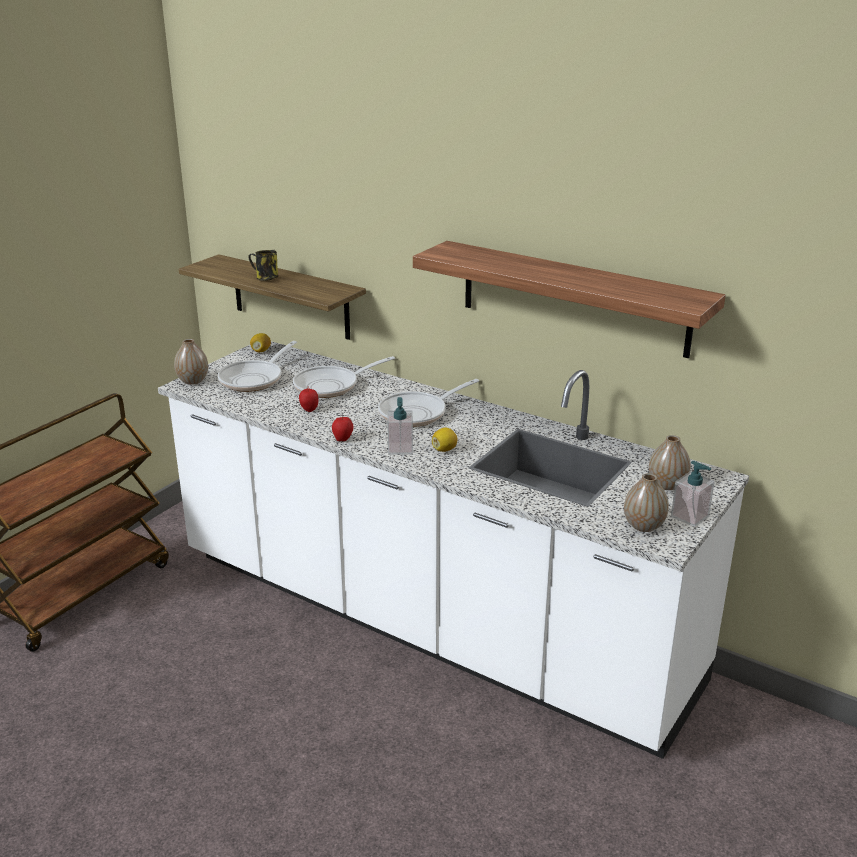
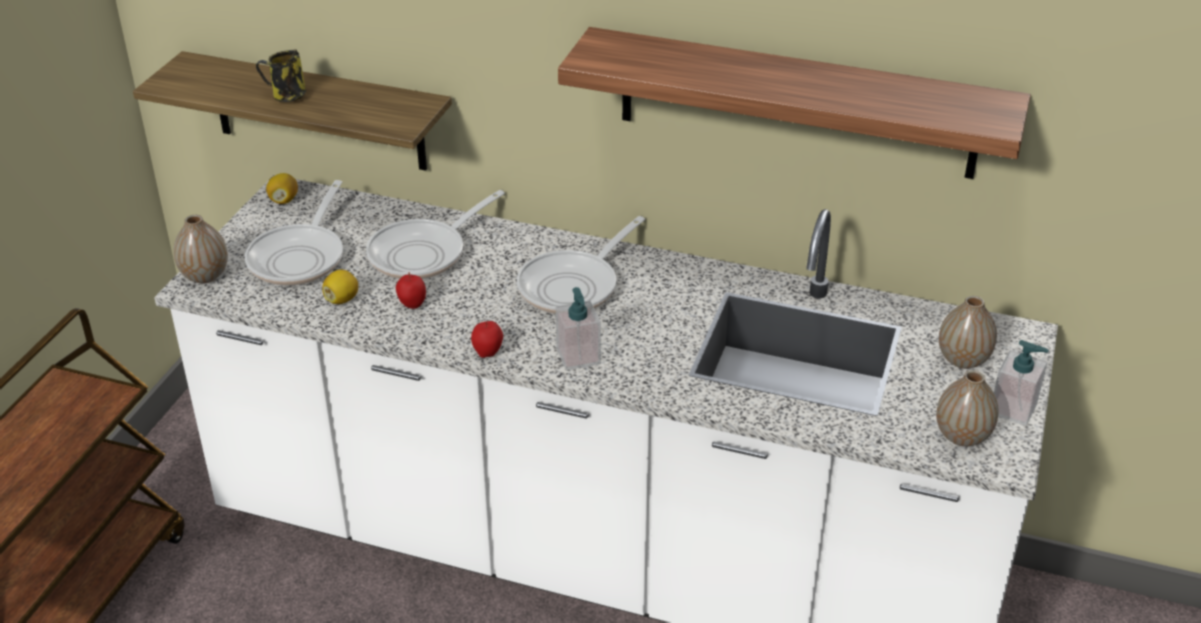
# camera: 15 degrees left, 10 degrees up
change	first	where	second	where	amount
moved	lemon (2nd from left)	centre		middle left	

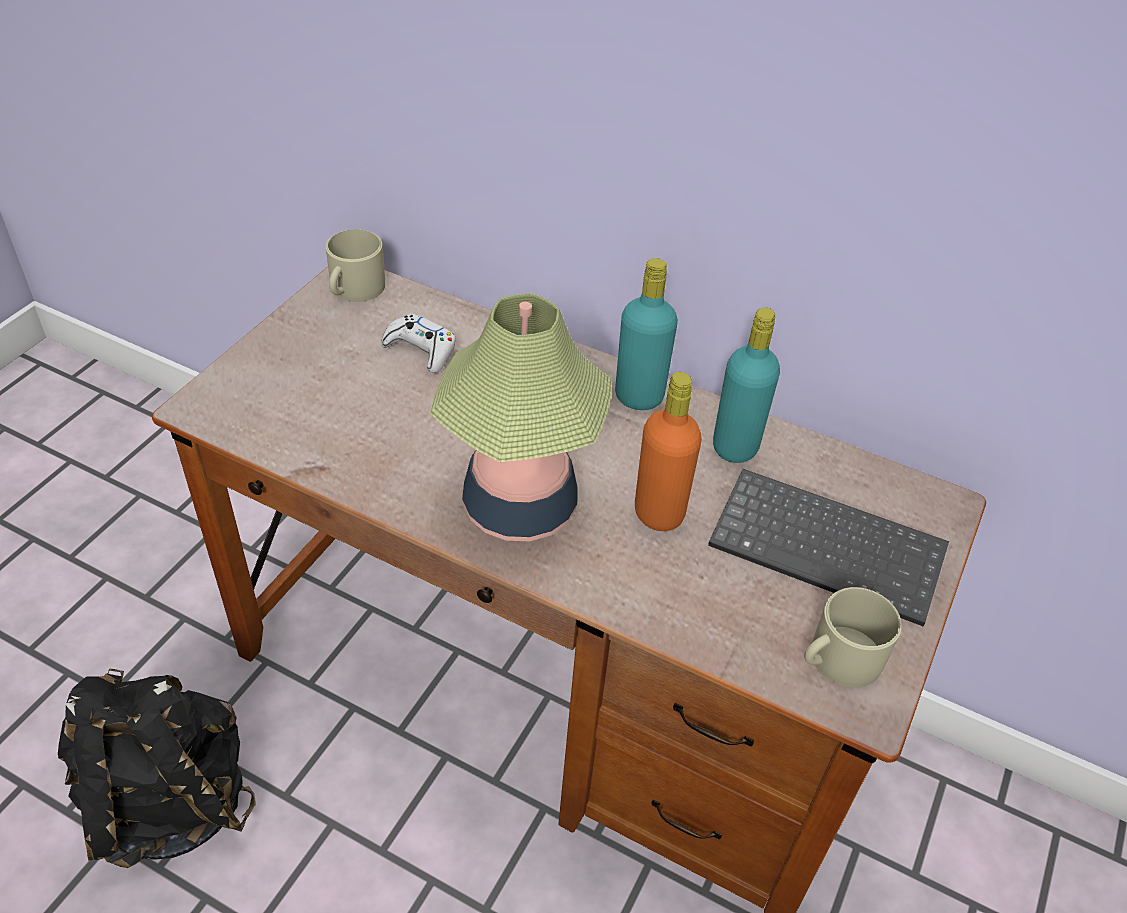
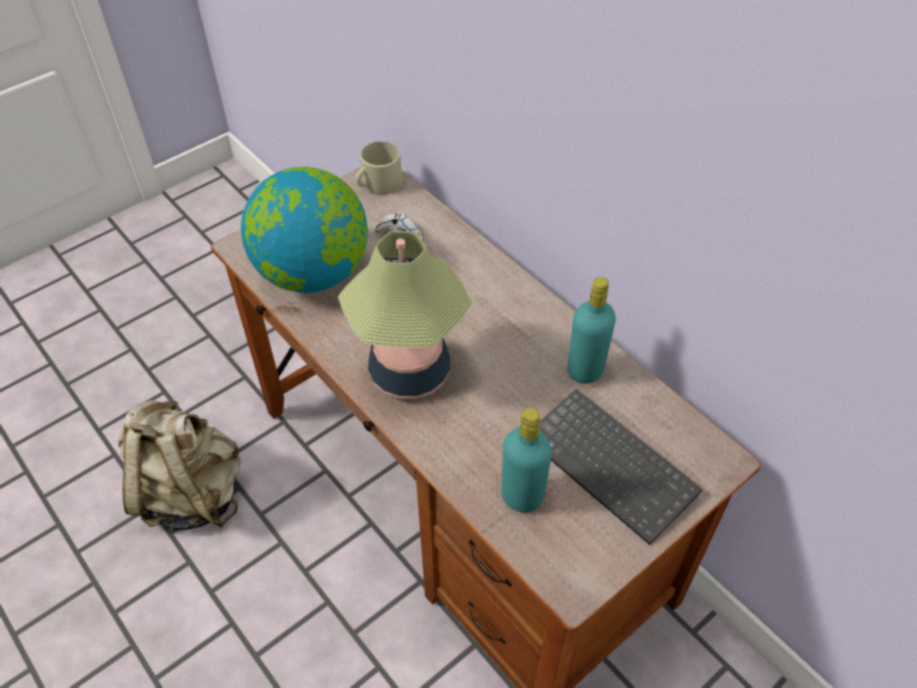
# camera: 25 degrees right, 5 degrees up
change	first	where	second	where	amount
removed	orange bottle	centre			
removed	beige mug (2nd from left)	bottom right			
added			globe	middle left	
moved	turquoise bottle (1st from left)	centre		bottom centre	
recoloured	black backpack	bottom left	beige backpack	bottom left	

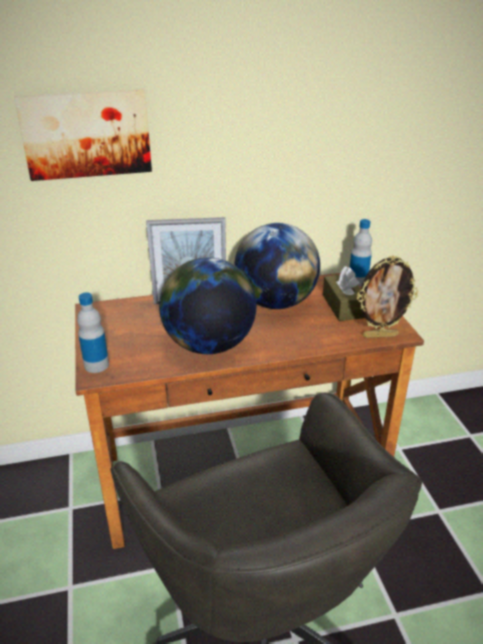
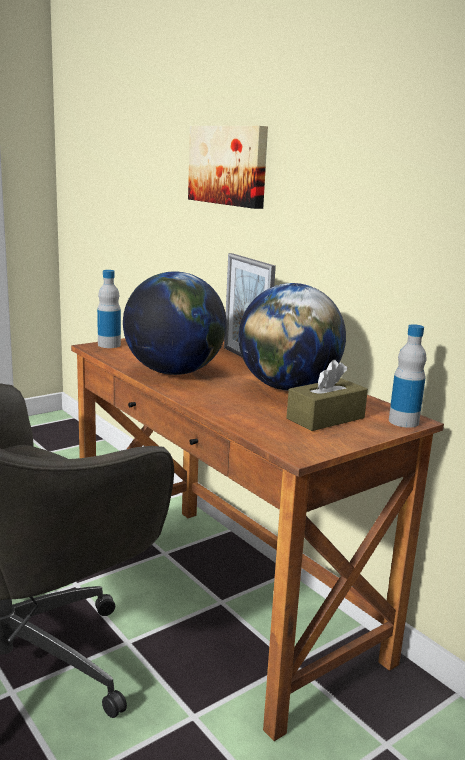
# camera: 65 degrees right, 15 degrees down
change	first	where	second	where	amount
removed	picture frame (2nd from left)	middle right			

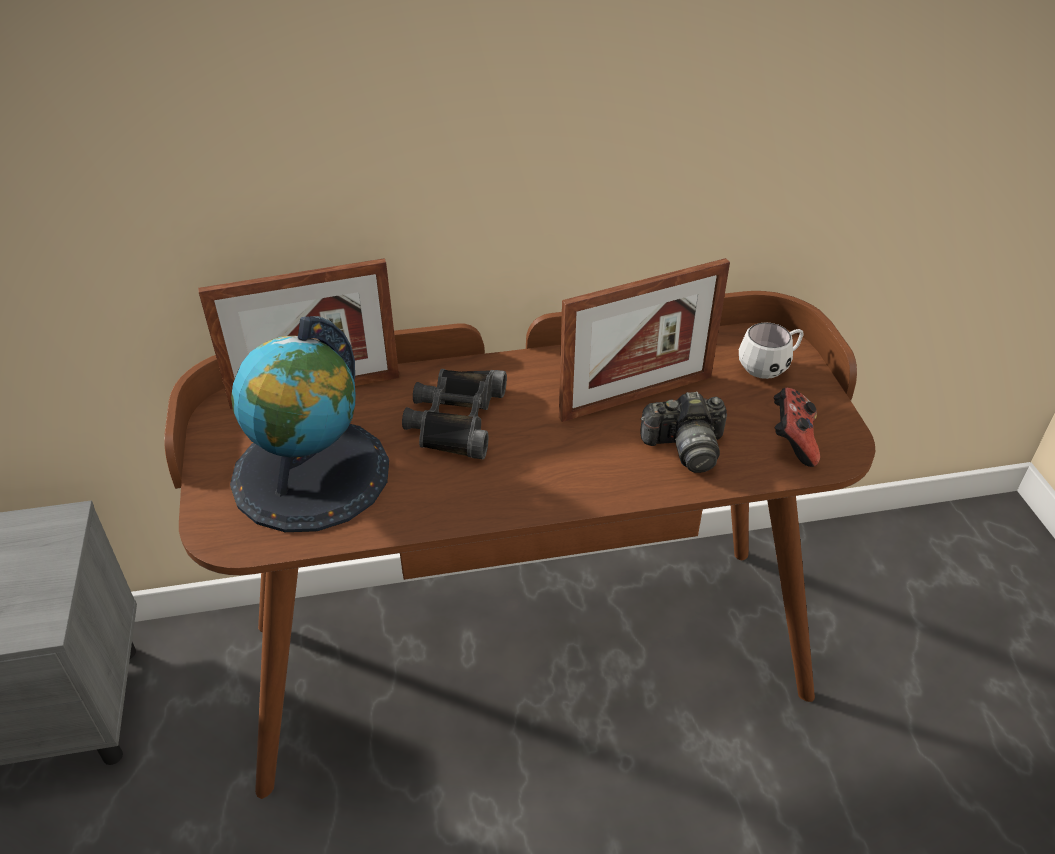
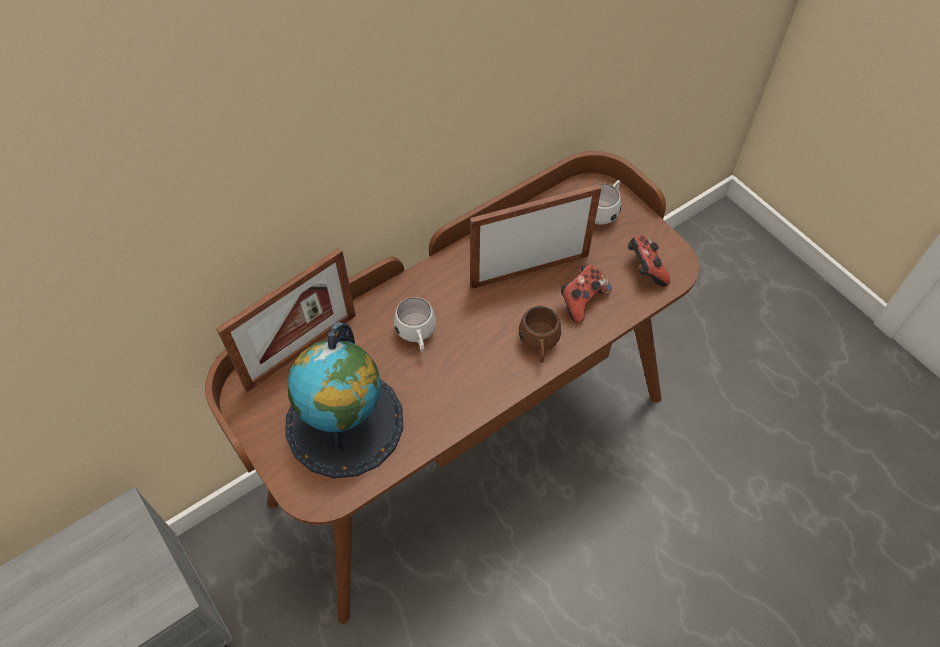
# camera: 25 degrees left, 15 degrees up
change	first	where	second	where	amount
added			brown mug	centre	
replaced	black binoculars	centre	white mug (1st from left)	centre	
replaced	photo camera	centre	game controller (1st from left)	centre	
turned	picture frame (2nd from left)	centre		centre	150 degrees counterclockwise

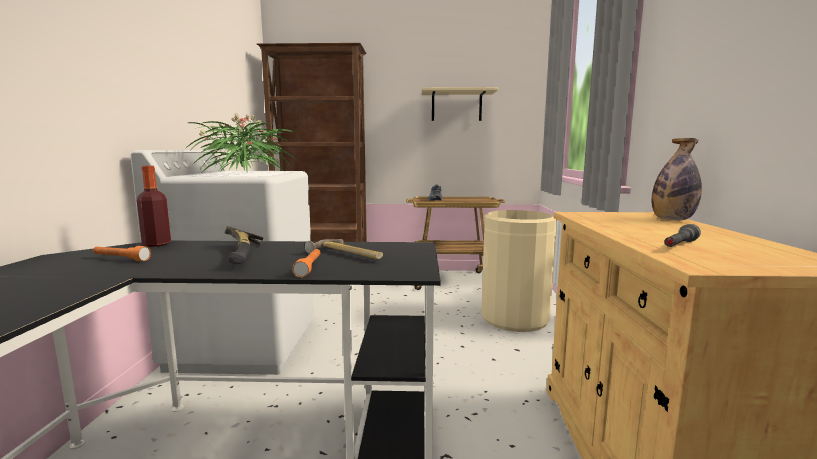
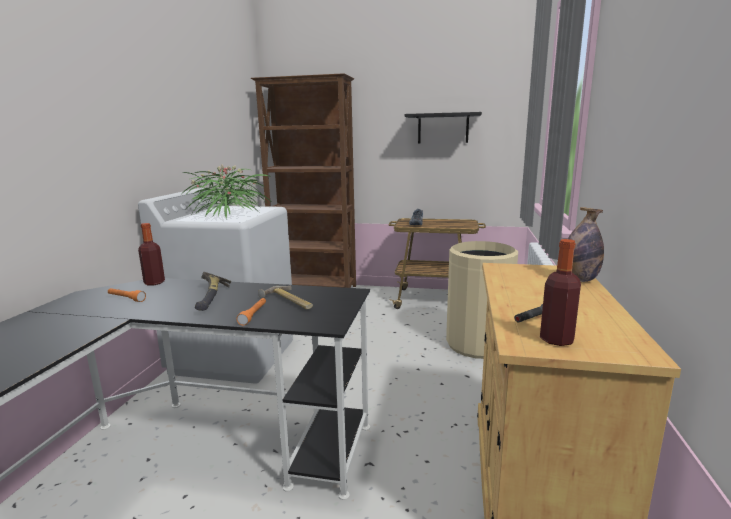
# camera: 10 degrees right, 5 degrees up
change	first	where	second	where	amount
added			bottle (2nd from left)	middle right	
recoloured	beige shelf	top centre	black shelf	top centre	

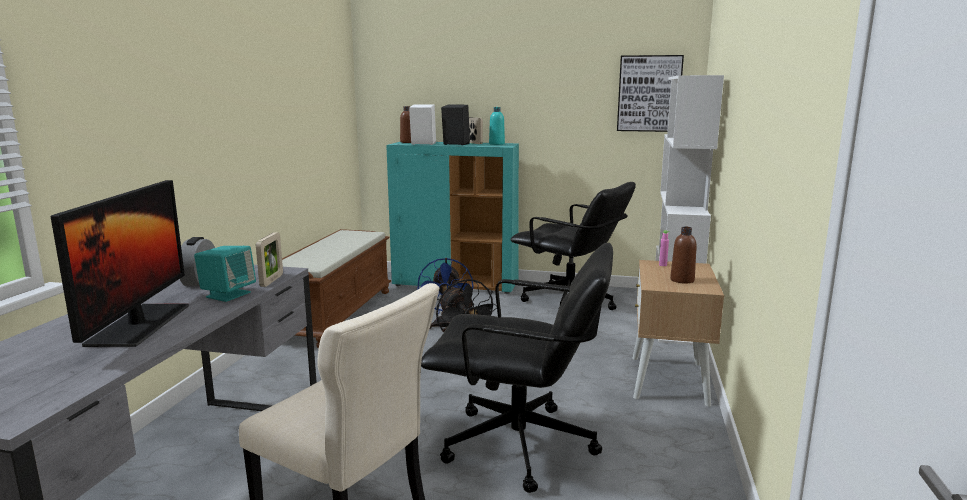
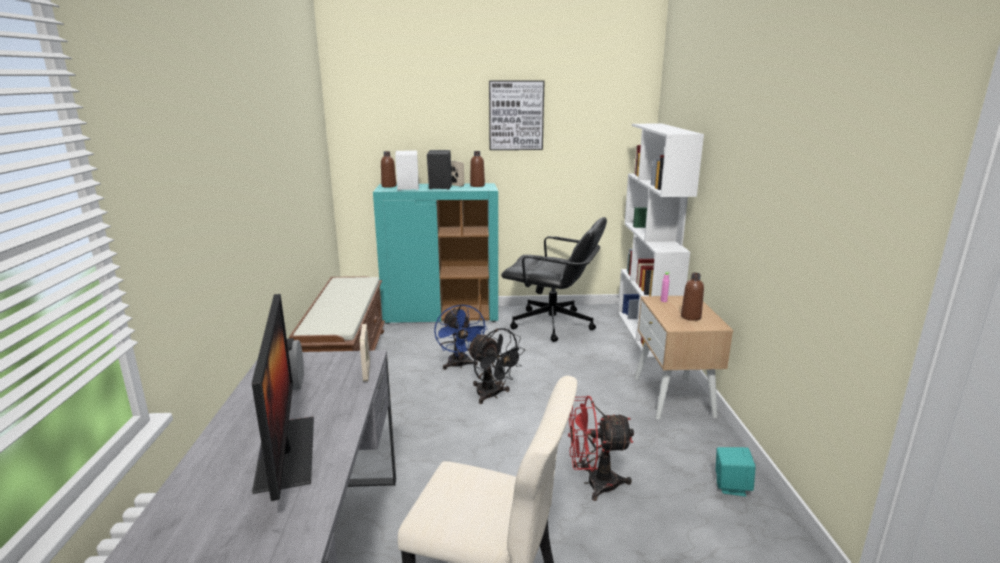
# camera: 15 degrees left, 5 degrees up
change	first	where	second	where	amount
moved	turquoise speaker	middle left		bottom right	
moved	picture	top right		top centre	
replaced	black office chair (1st from left)	bottom centre	red fan	bottom centre	
recoloured	turquoise bottle	top centre	brown bottle (2nd from left)	top centre	

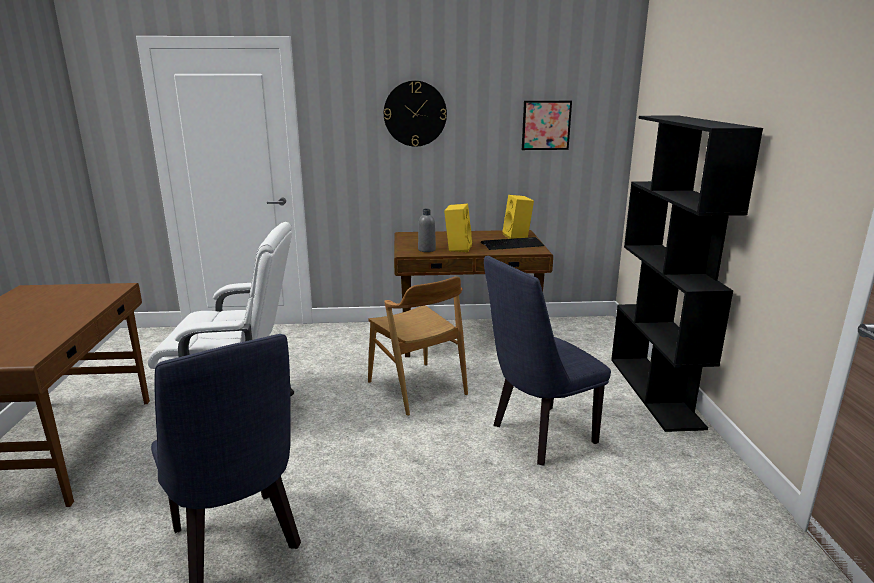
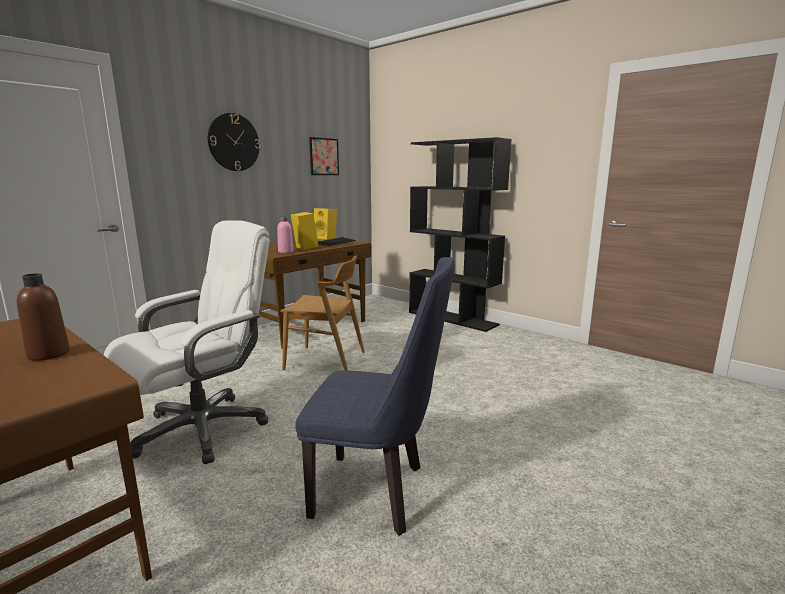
# camera: 45 degrees left, 5 degrees down
change	first	where	second	where	amount
removed	blue chair (2nd from left)	centre			
added			brown bottle	middle left	
recoloured	grey bottle	centre	pink bottle	centre	

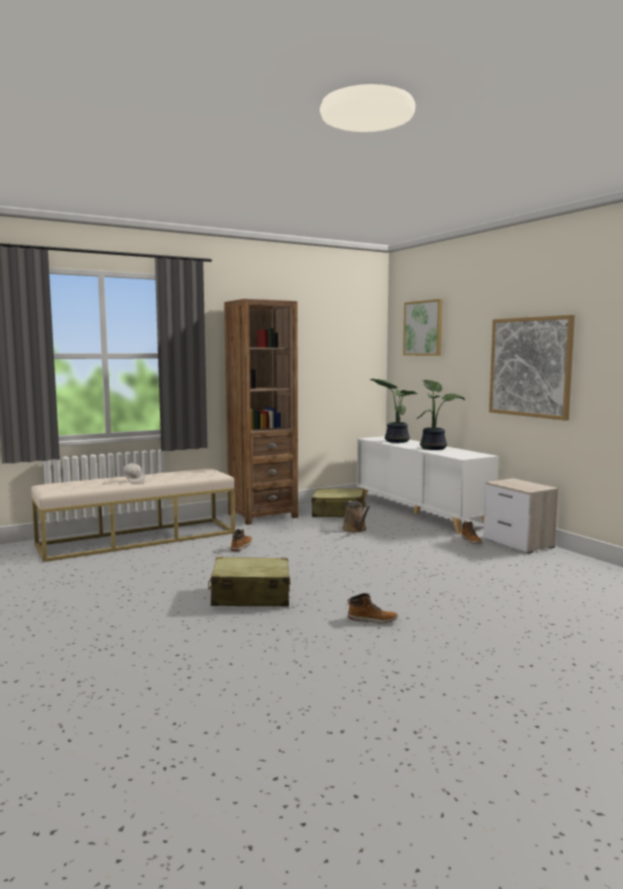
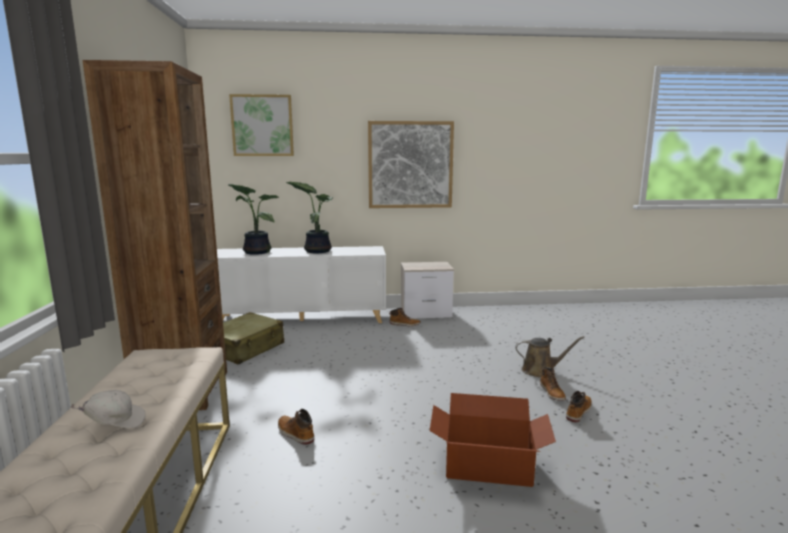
# camera: 65 degrees left, 5 degrees up
change	first	where	second	where	amount
added			boot (3rd from left)	bottom right	
moved	brown watering can	centre		bottom right	
replaced	beige suitcase (1st from left)	centre	cardboard box	bottom centre	

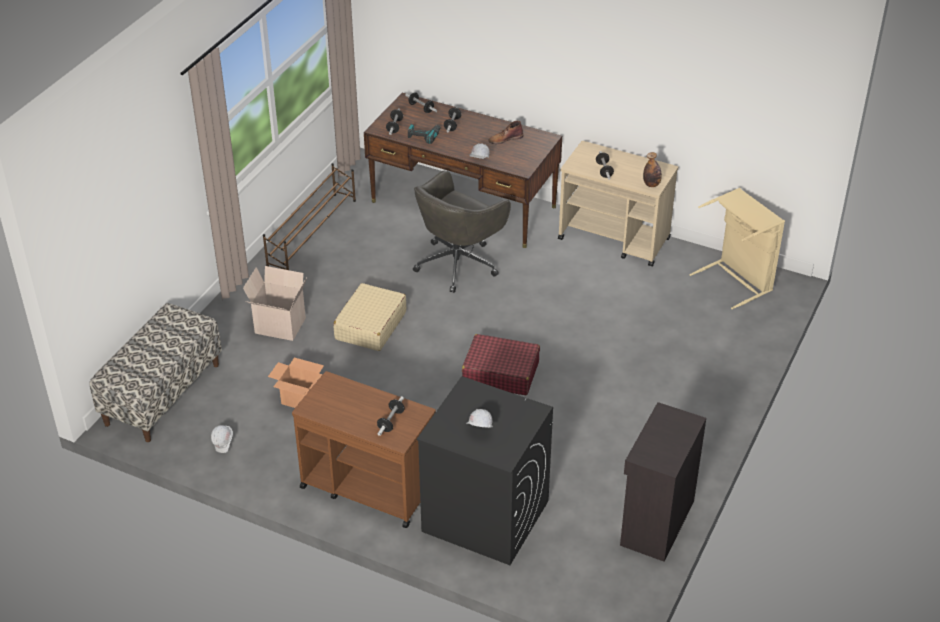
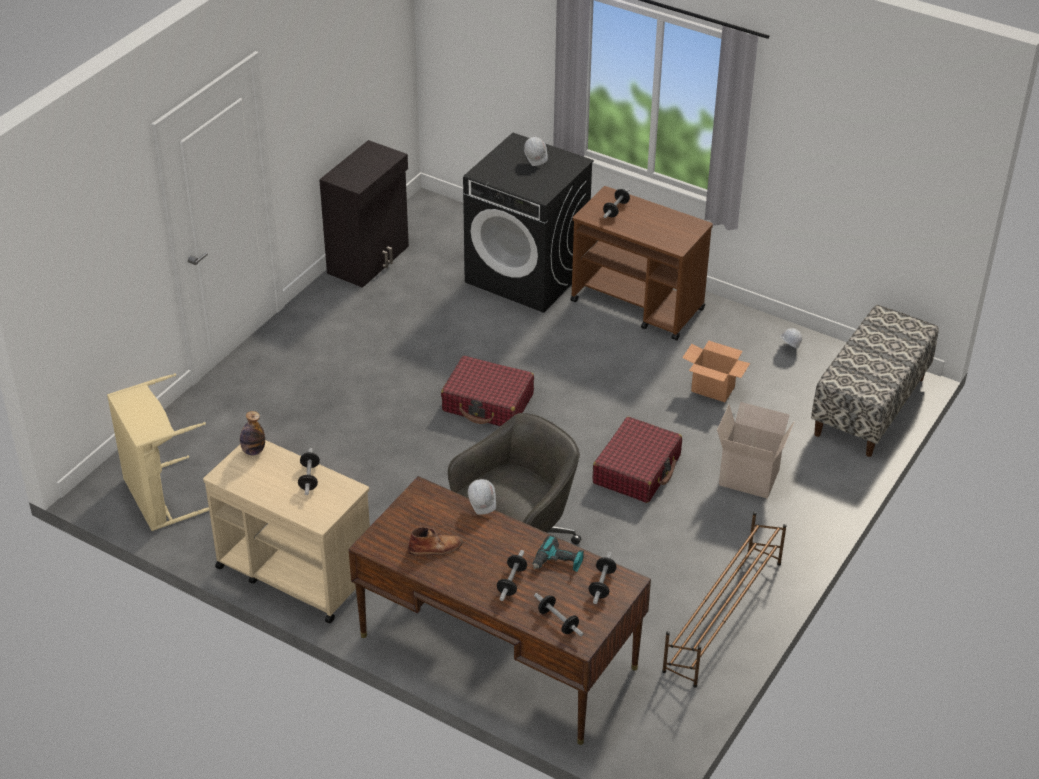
# camera: 175 degrees left, 0 degrees up
change	first	where	second	where	amount
recoloured	beige suitcase	centre	red suitcase (2nd from left)	centre	

